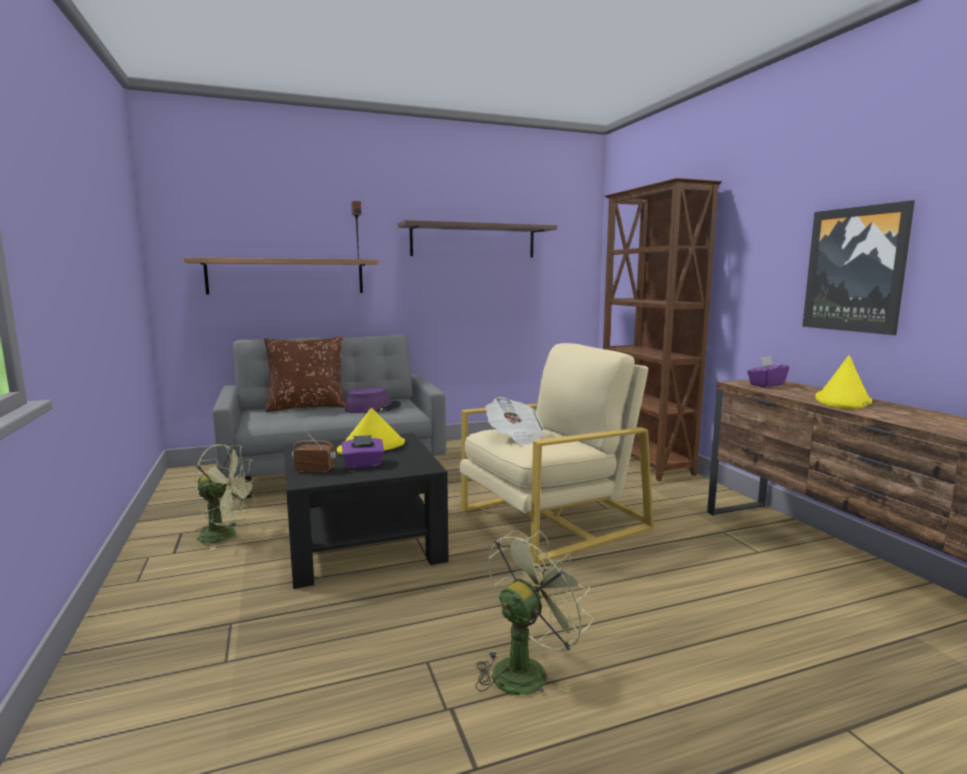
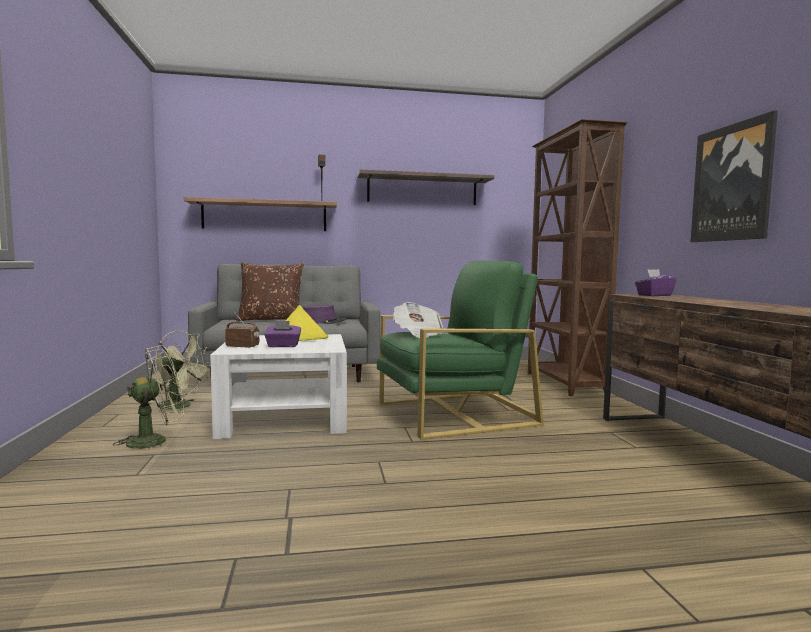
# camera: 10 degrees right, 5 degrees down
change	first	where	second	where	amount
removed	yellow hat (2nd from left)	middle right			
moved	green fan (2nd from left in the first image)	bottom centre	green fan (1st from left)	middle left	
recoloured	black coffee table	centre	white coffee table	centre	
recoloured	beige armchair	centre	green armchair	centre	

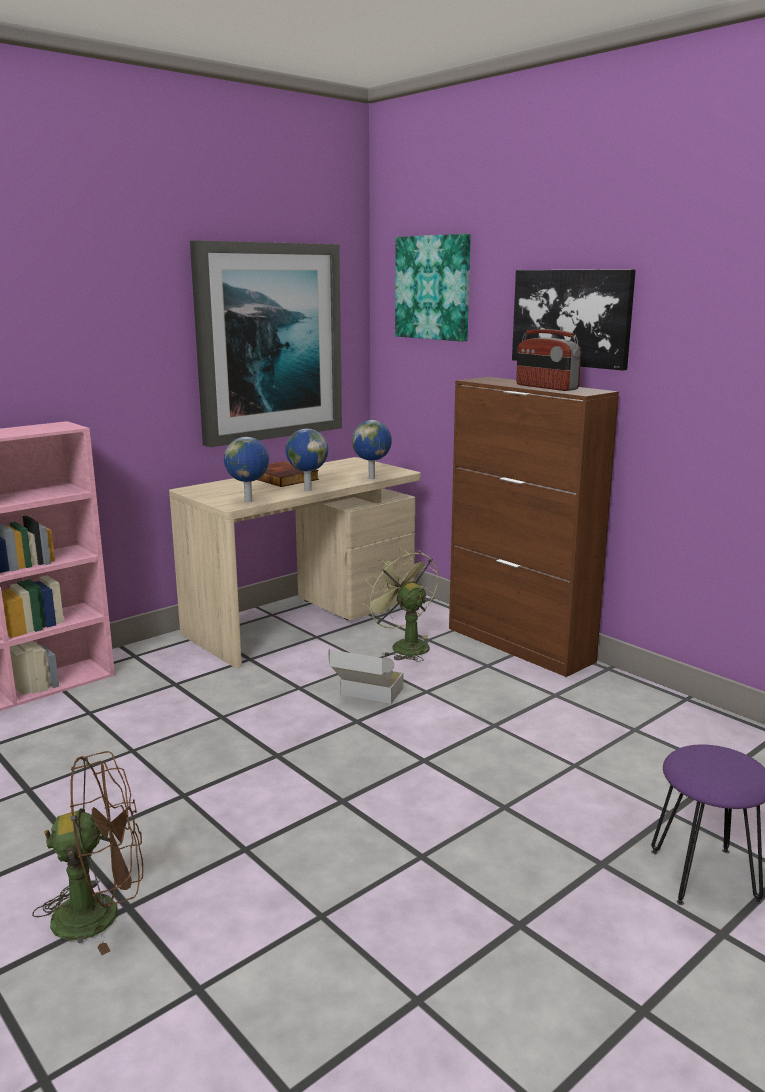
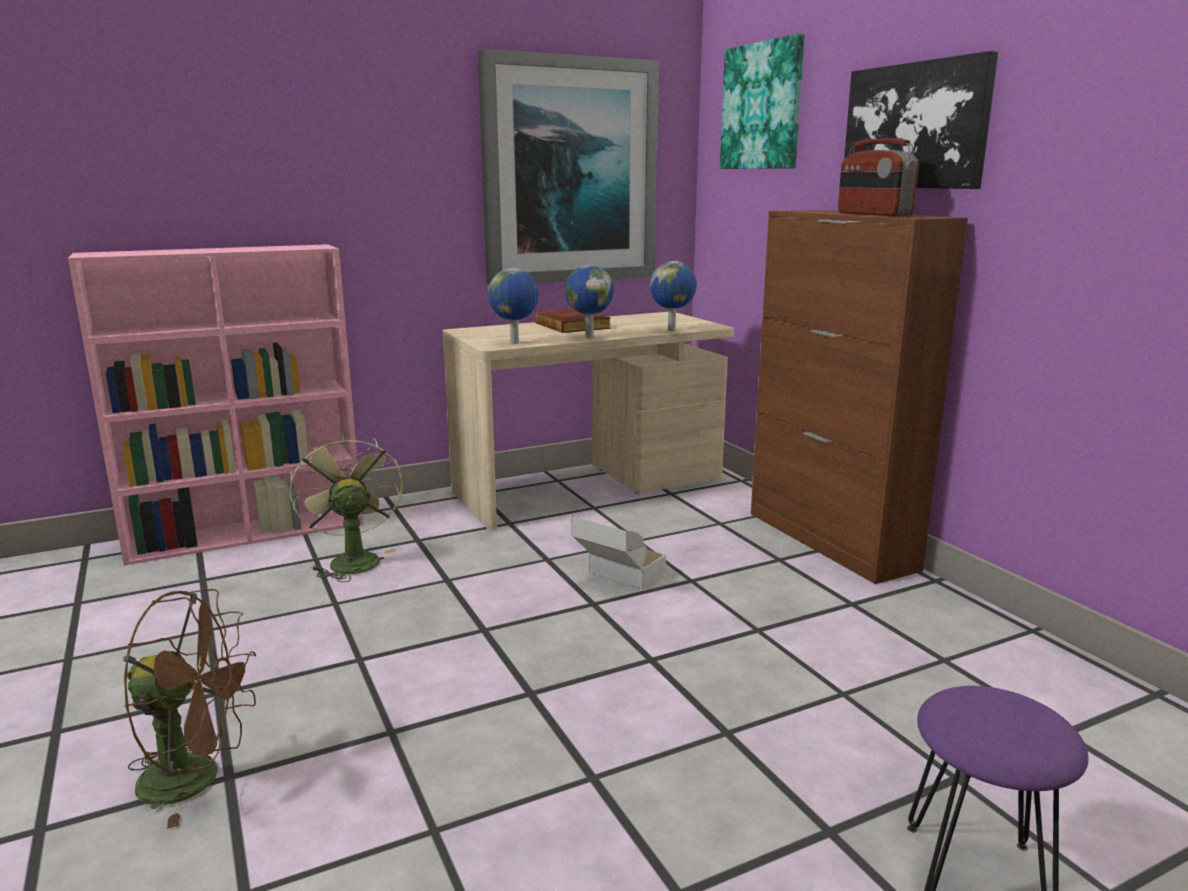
# camera: 15 degrees right, 0 degrees up
change	first	where	second	where	amount
moved	green fan	centre		middle left	

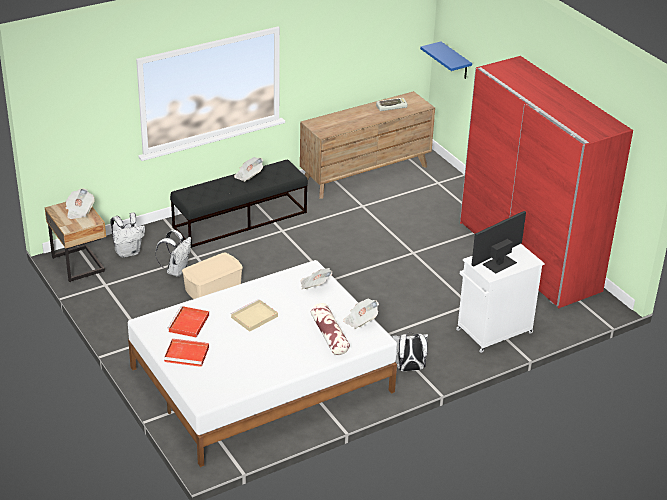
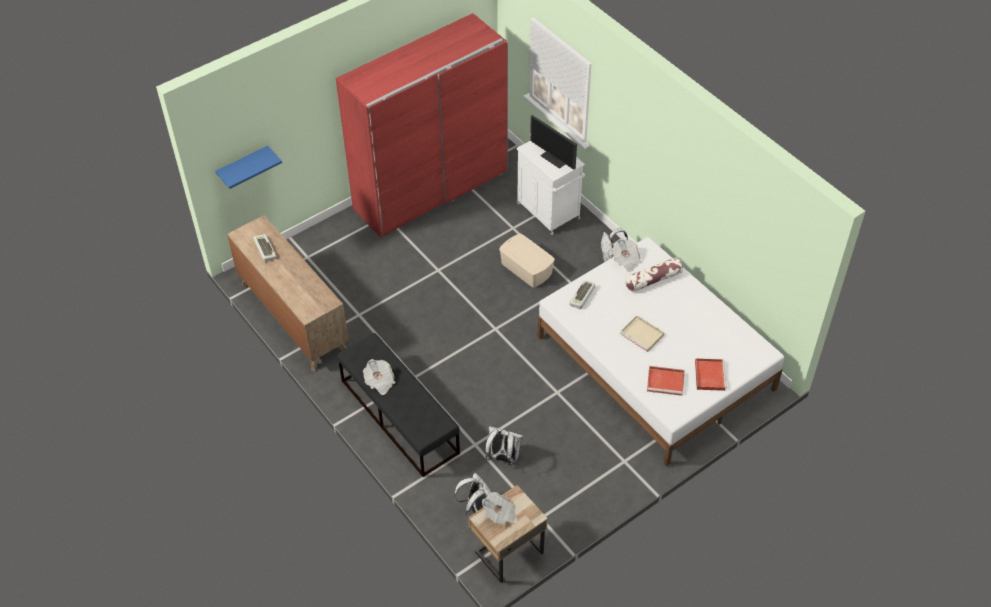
# camera: 95 degrees left, 15 degrees up
change	first	where	second	where	amount
moved	beige storage box	middle left		centre	
replaced	newspaper (3rd from left)	centre	keyboard (2nd from left)	centre	

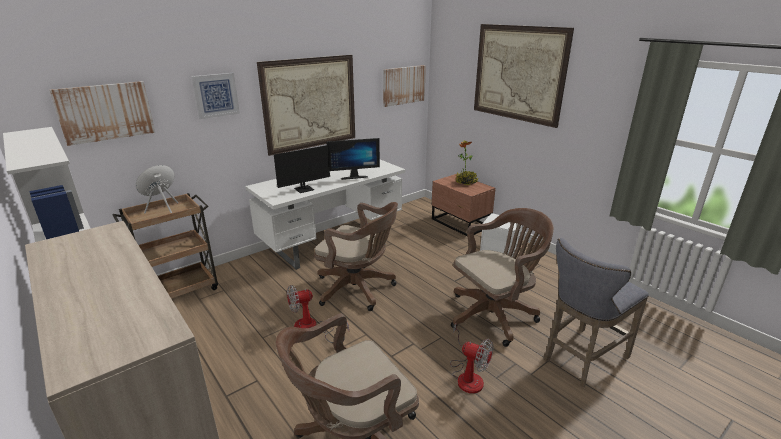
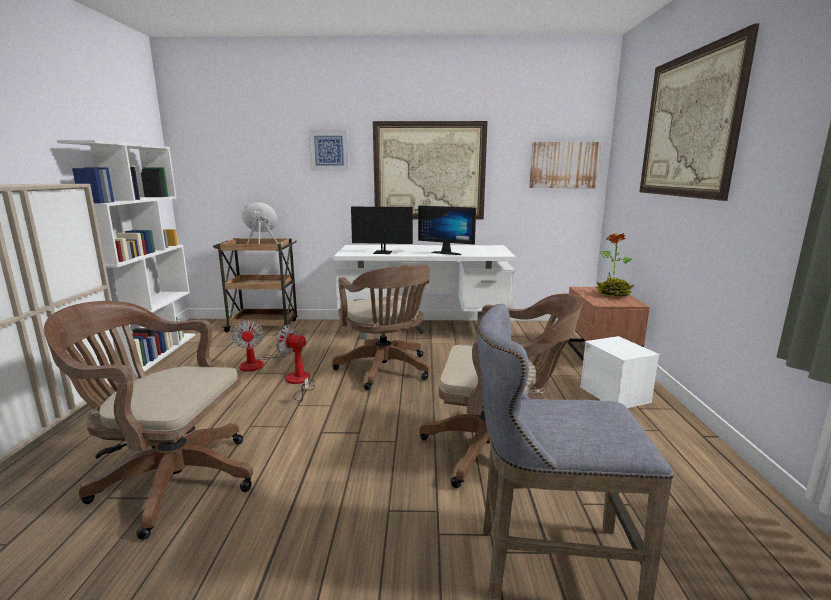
# camera: 40 degrees right, 10 degrees down
change	first	where	second	where	amount
removed	picture (1st from left)	top left			
moved	fan (2nd from left in the first image)	bottom centre	fan (1st from left)	middle left	

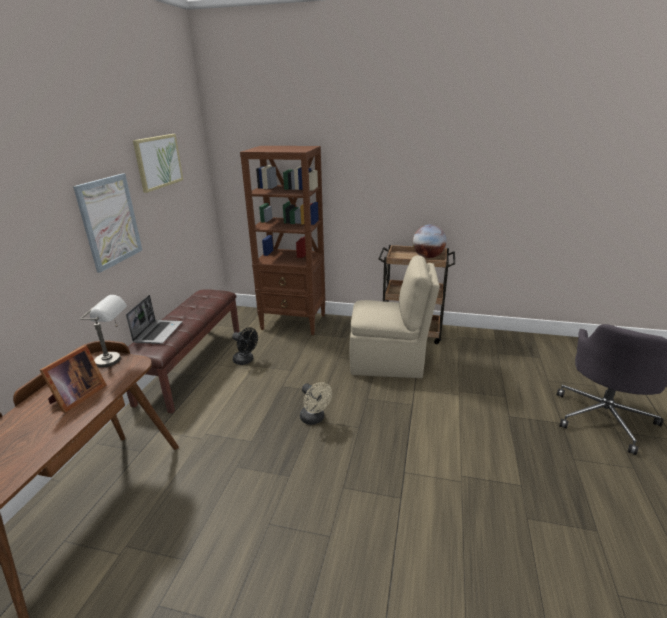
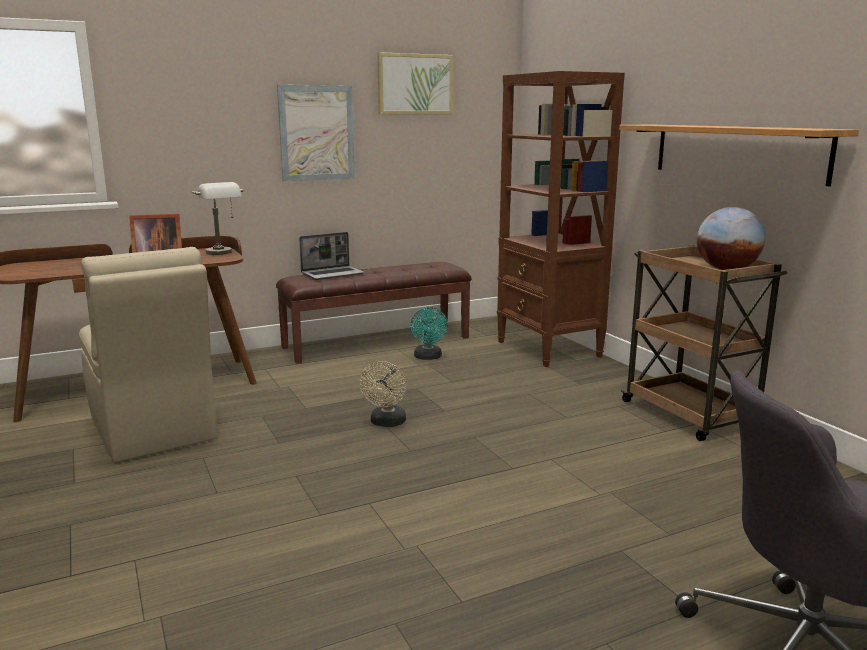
# camera: 50 degrees right, 10 degrees down
change	first	where	second	where	amount
added			shelf	top right	
moved	beige chair	centre		middle left	
recoloured	black fan	centre	turquoise fan	centre	

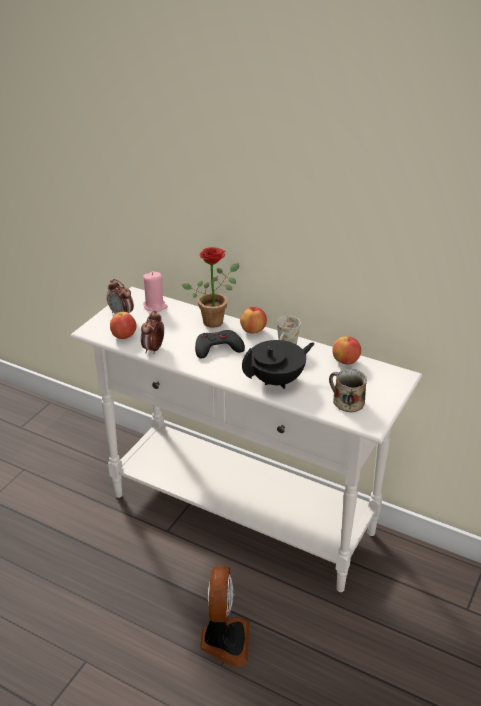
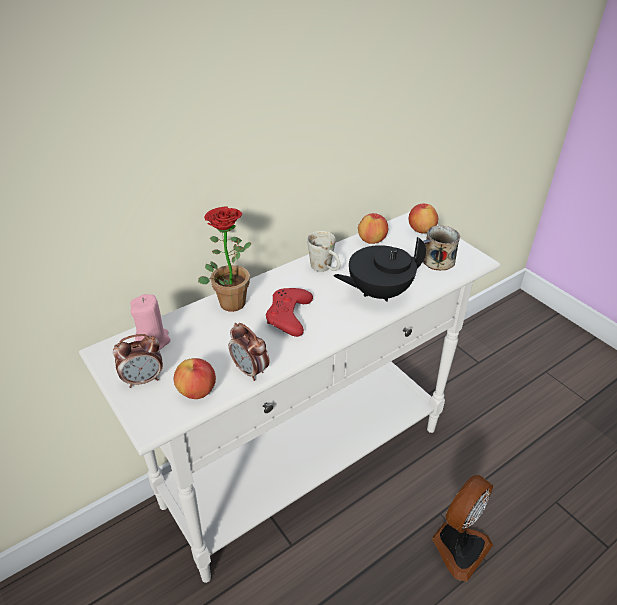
# camera: 65 degrees left, 5 degrees up
change	first	where	second	where	amount
moved	apple (2nd from left in the first image)	centre	apple (3rd from left)	middle right	
recoloured	black game controller	centre	red game controller	centre	
turned	fan	bottom centre		bottom right	105 degrees clockwise
turned	black teapot	centre		centre	105 degrees counterclockwise

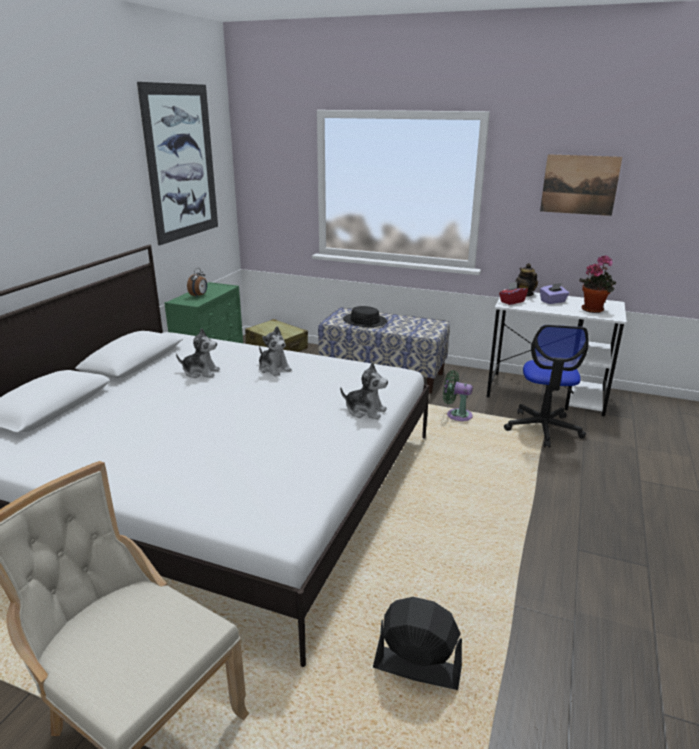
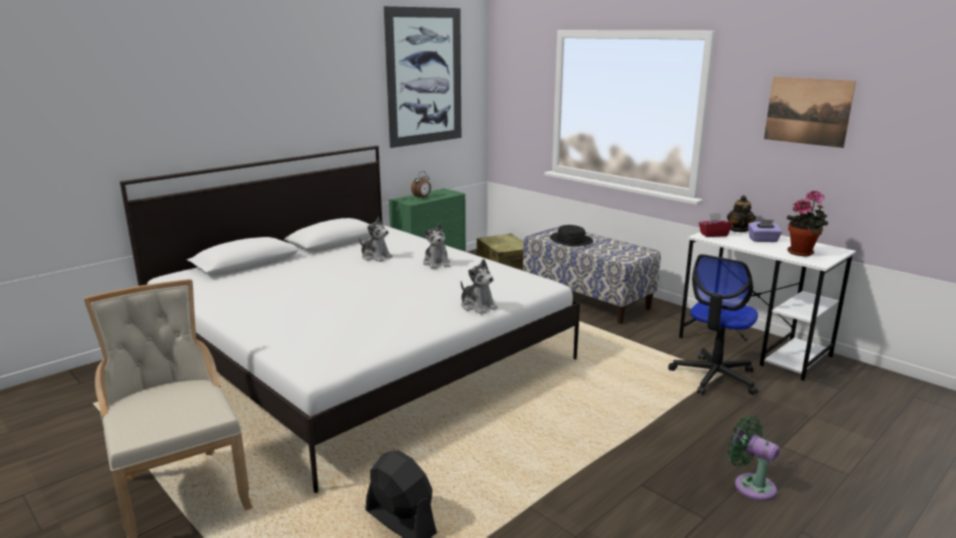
# camera: 25 degrees right, 5 degrees down
change	first	where	second	where	amount
moved	green fan	centre		bottom right	

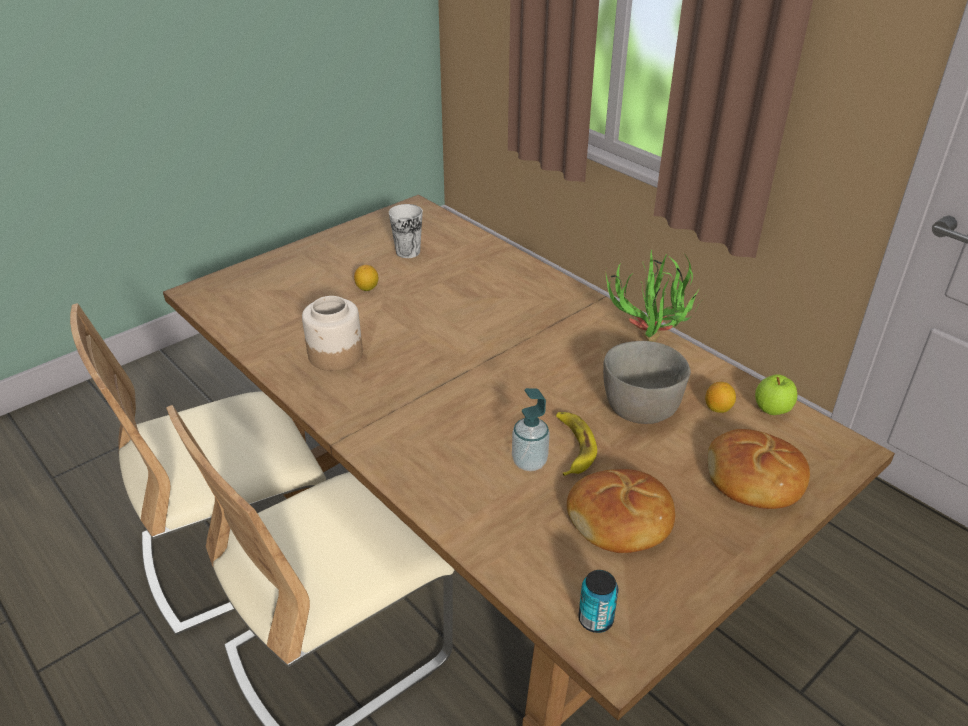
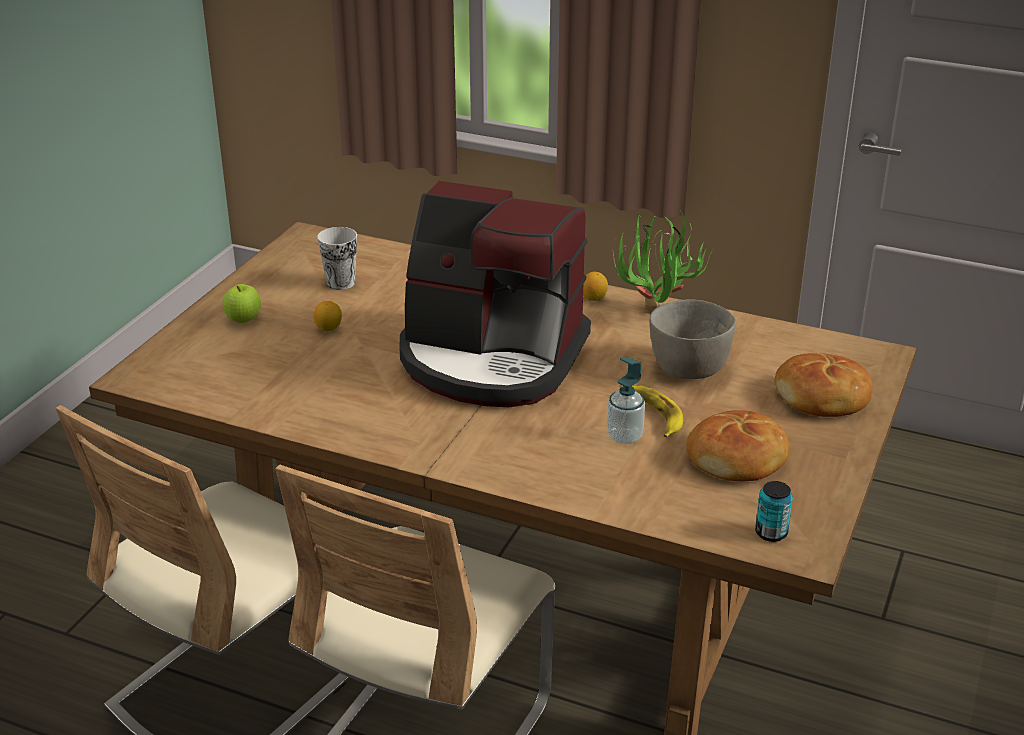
# camera: 25 degrees left, 5 degrees down
change	first	where	second	where	amount
removed	jar	centre			
added			coffee machine	centre	
moved	lemon (2nd from left)	middle right		centre	
moved	apple	middle right		middle left	

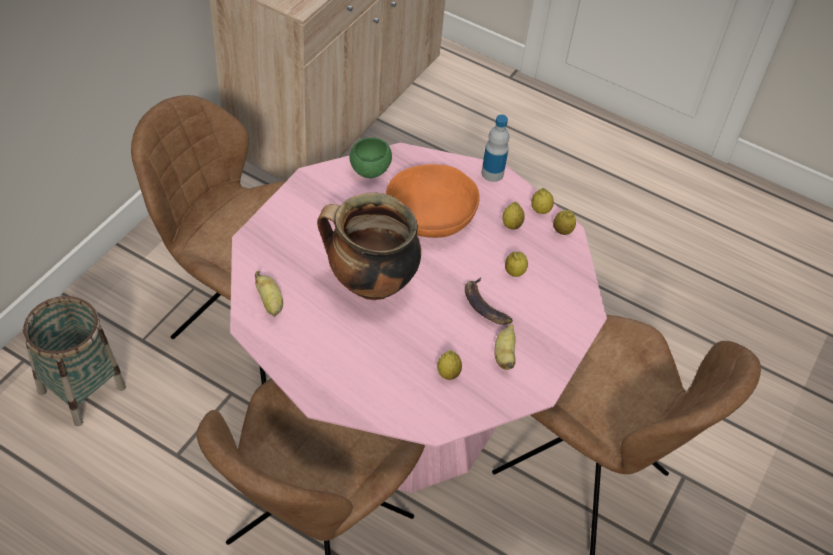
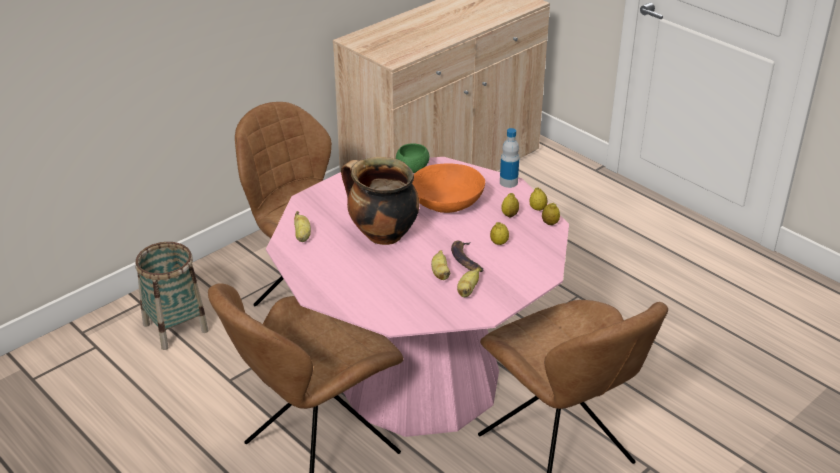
# camera: 20 degrees right, 15 degrees down
change	first	where	second	where	amount
removed	lemon (1st from left)	centre			
added			banana (2nd from left)	centre	

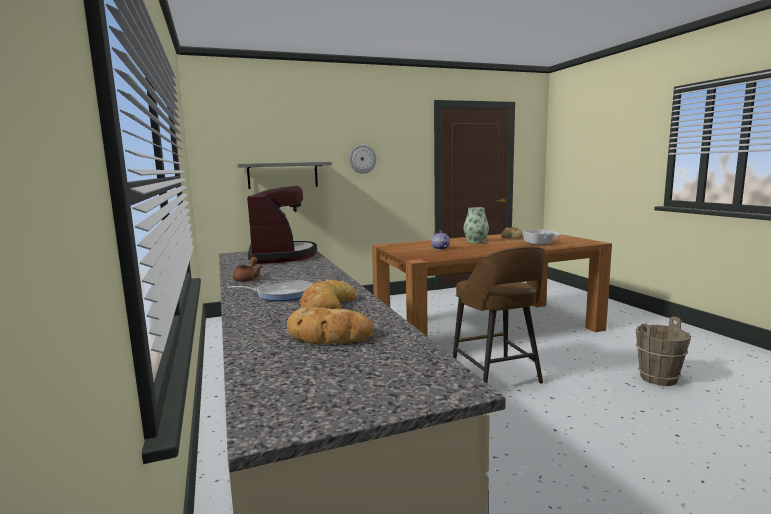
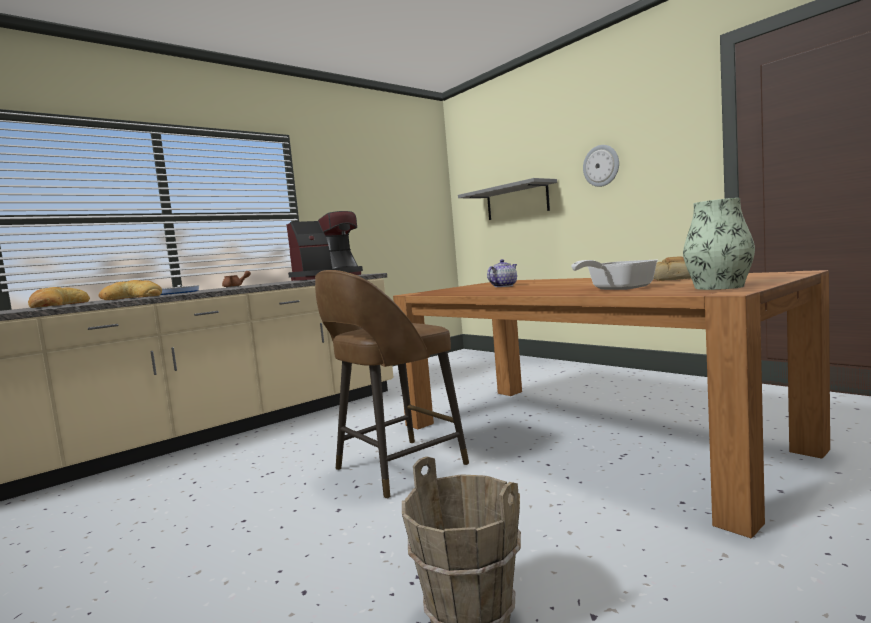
# camera: 70 degrees right, 5 degrees down
change	first	where	second	where	amount
moved	vase	centre		middle right	

